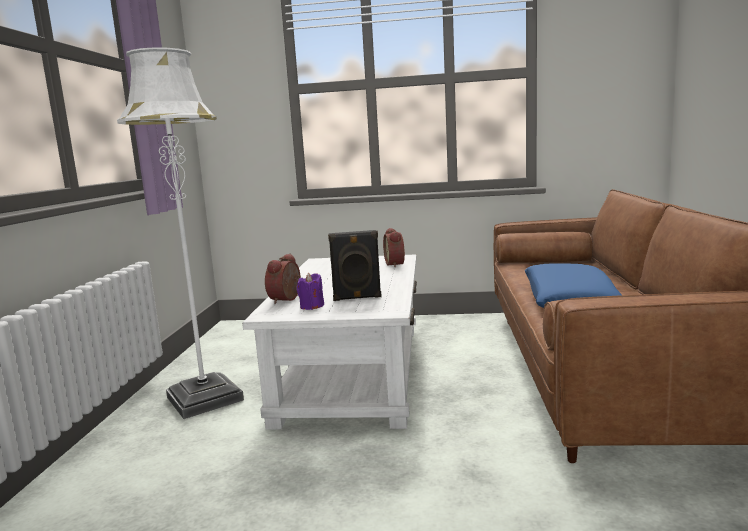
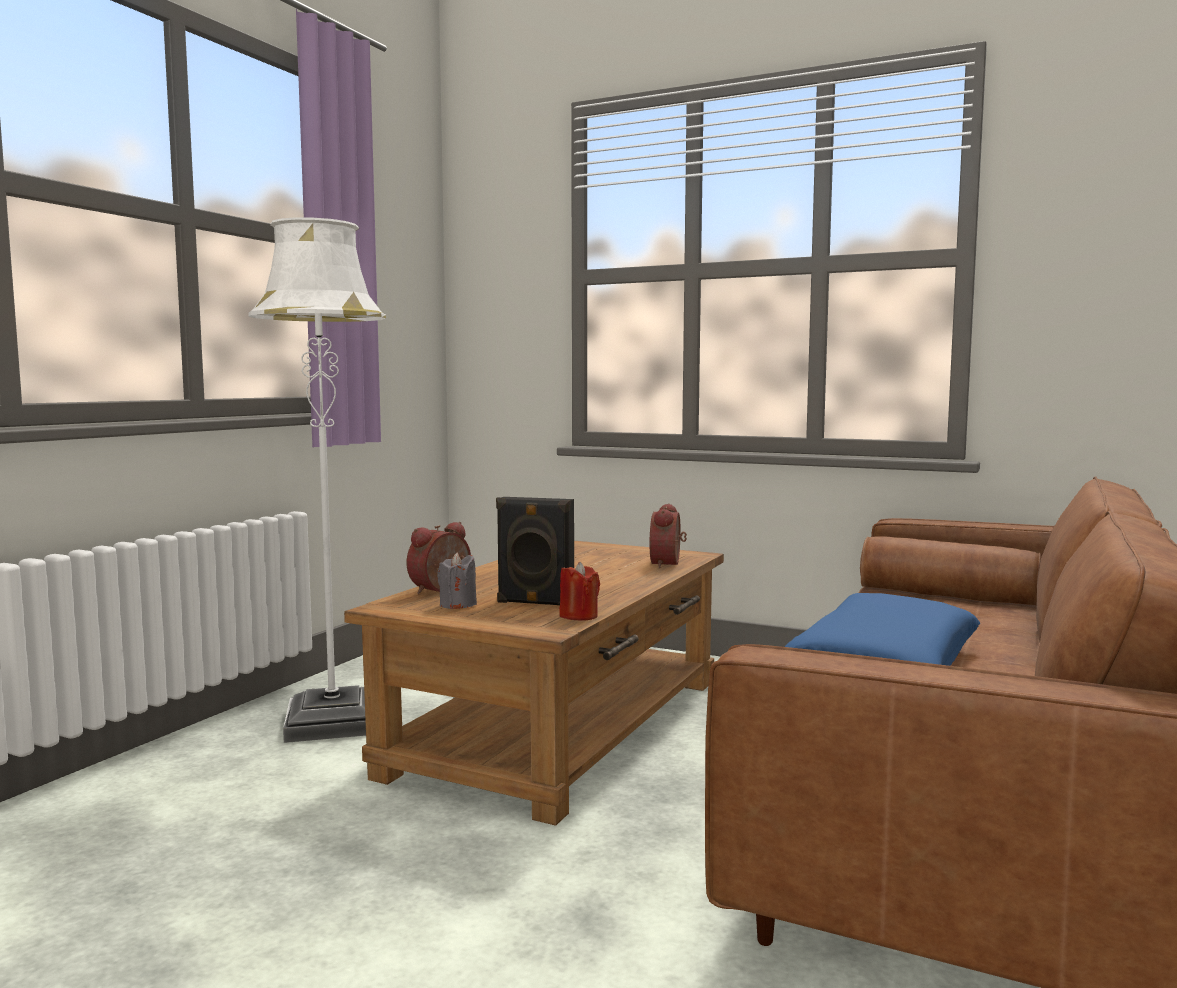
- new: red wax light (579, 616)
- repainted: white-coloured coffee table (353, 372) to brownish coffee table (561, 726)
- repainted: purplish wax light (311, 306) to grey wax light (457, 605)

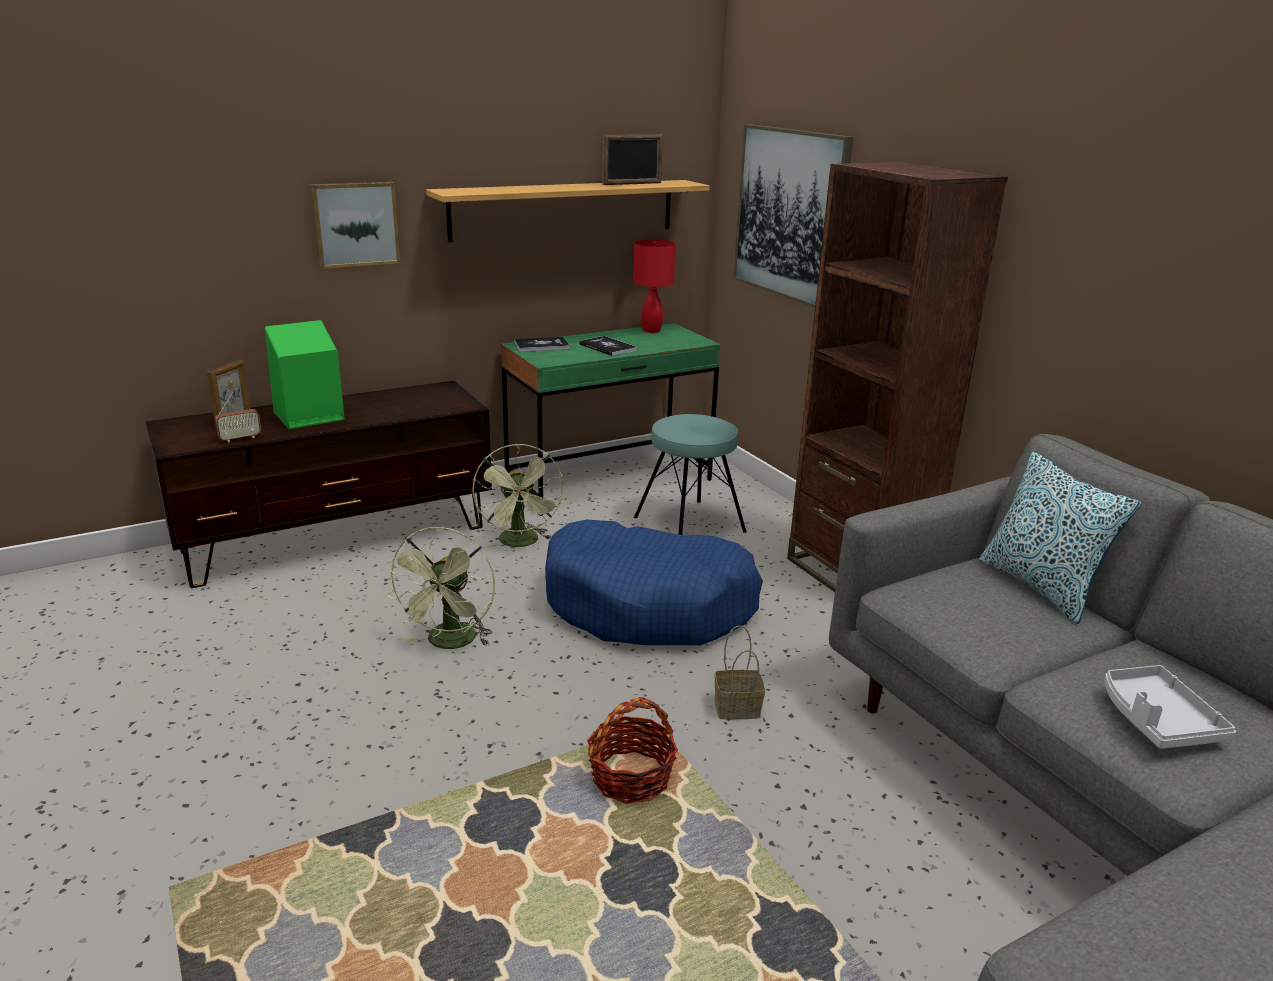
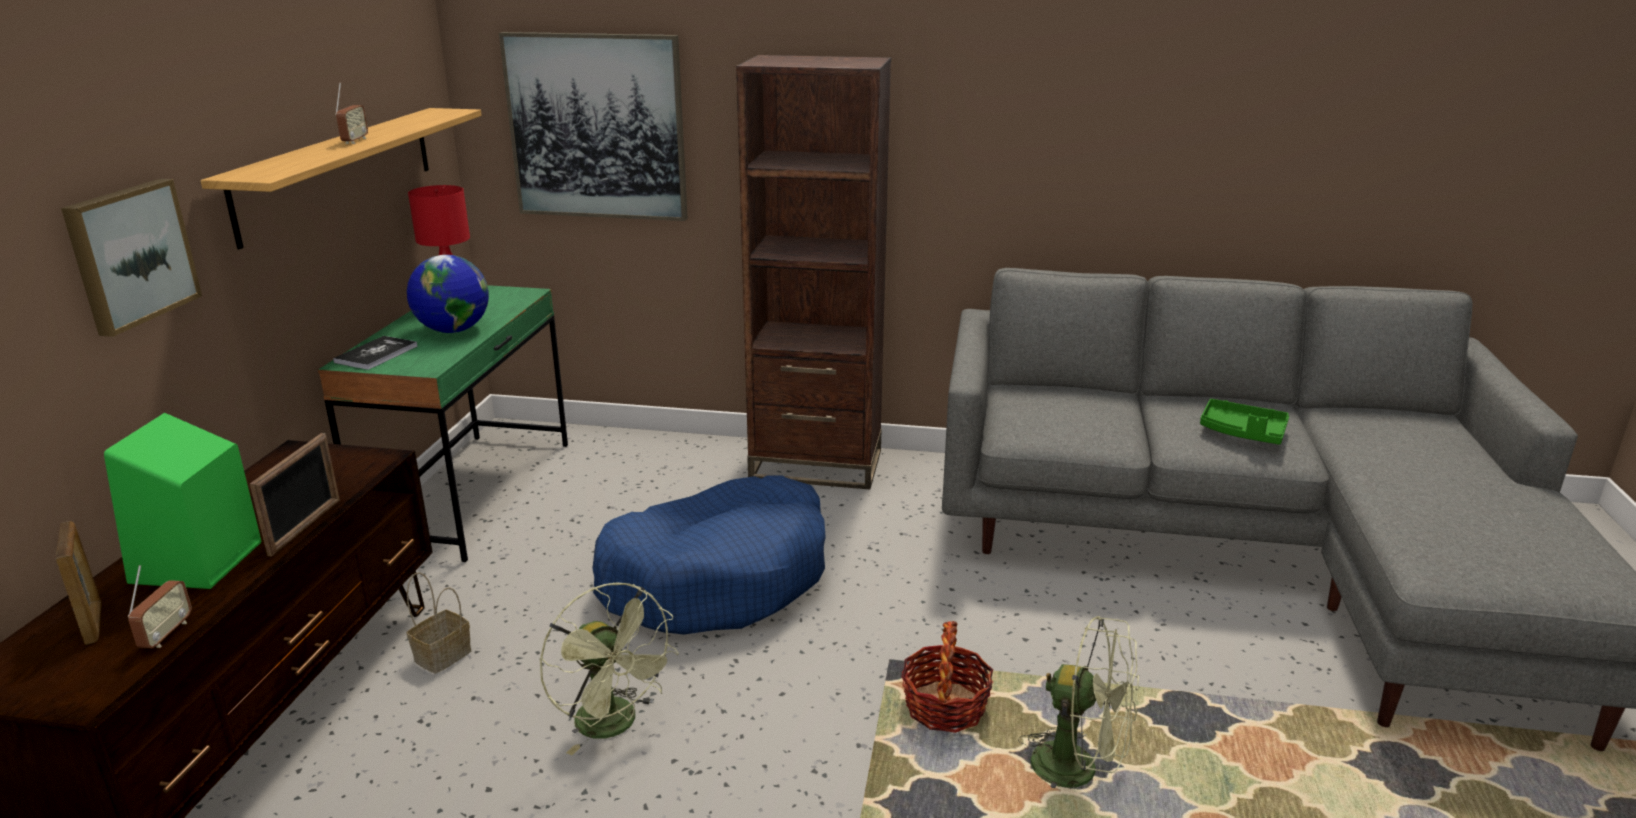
- gone: blue-green sitting stool (689, 524)
- gone: throw pillow (1040, 587)
- new: radio receiver (355, 141)
- shifted: greenish electric fan (521, 543) to (1079, 769)
- shifted: standing frame (632, 184) to (305, 527)
- shifted: household basket (735, 709) to (442, 657)
- swapped: book (607, 347) to globe (453, 330)
- repainted: grey carrying tray (1156, 720) to greenish carrying tray (1242, 432)

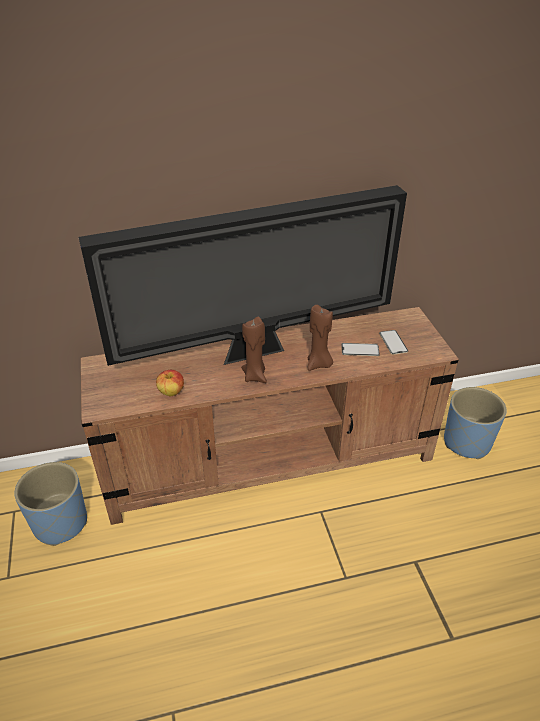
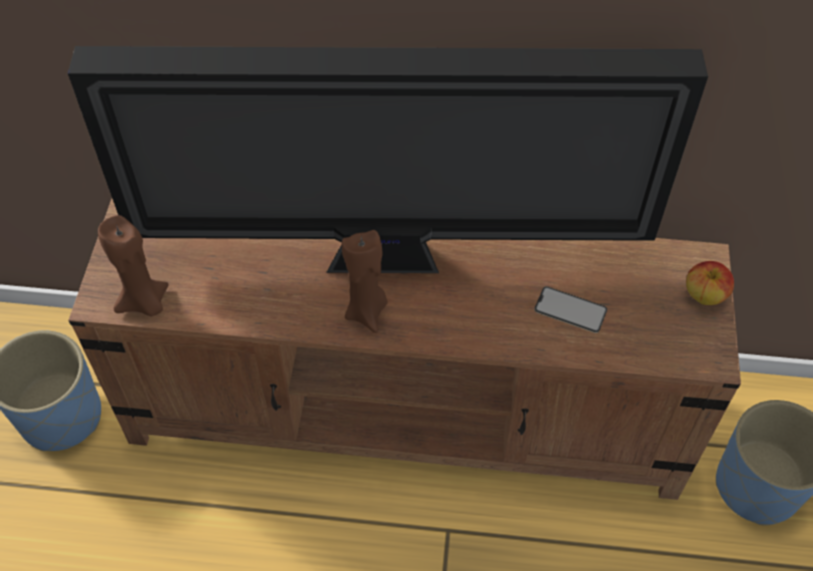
- gone: telephone (393, 342)
- shifted: apple (171, 392) to (704, 295)
- shifted: brownish wax light (319, 364) to (145, 303)

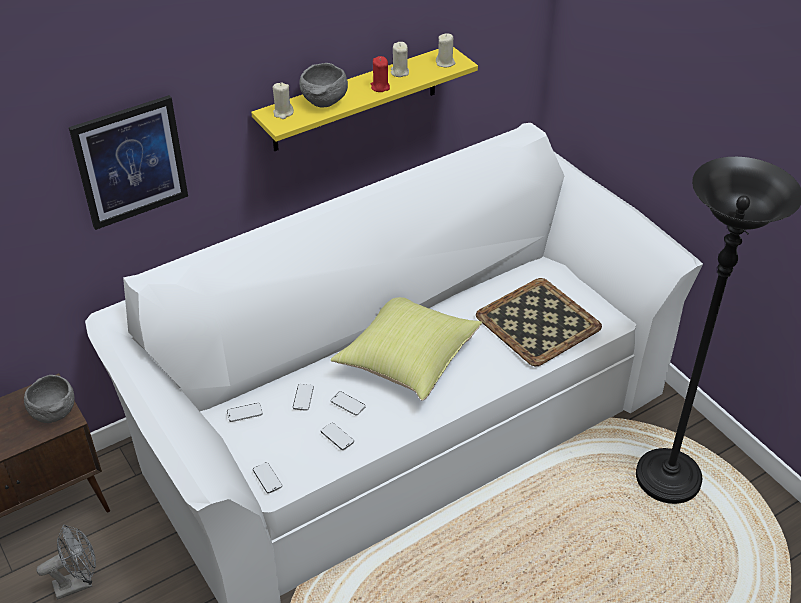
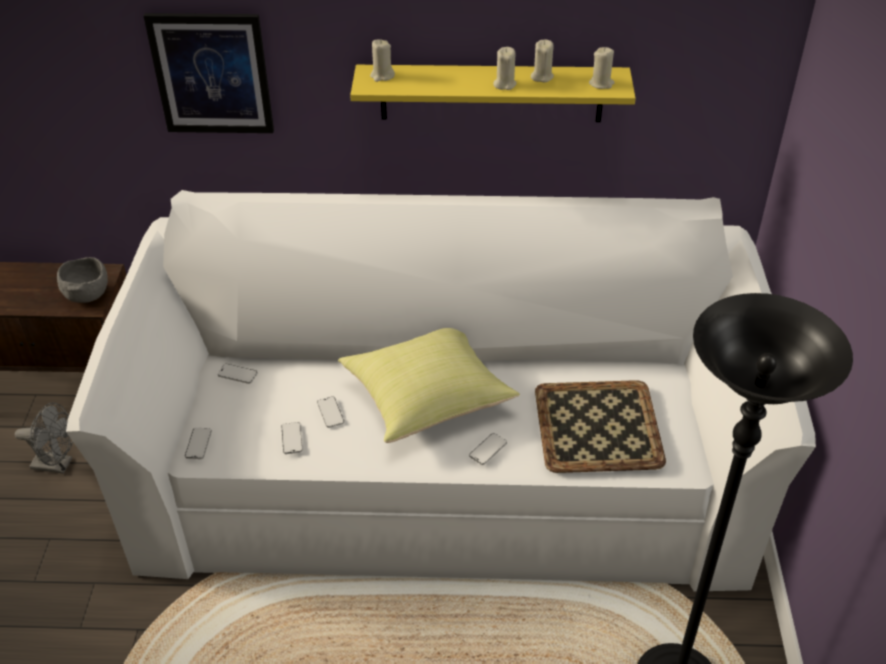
- gone: grey bowl (324, 103)
- shifted: telephone (303, 398) to (488, 450)
- repainted: red wax light (380, 87) to beige wax light (504, 84)

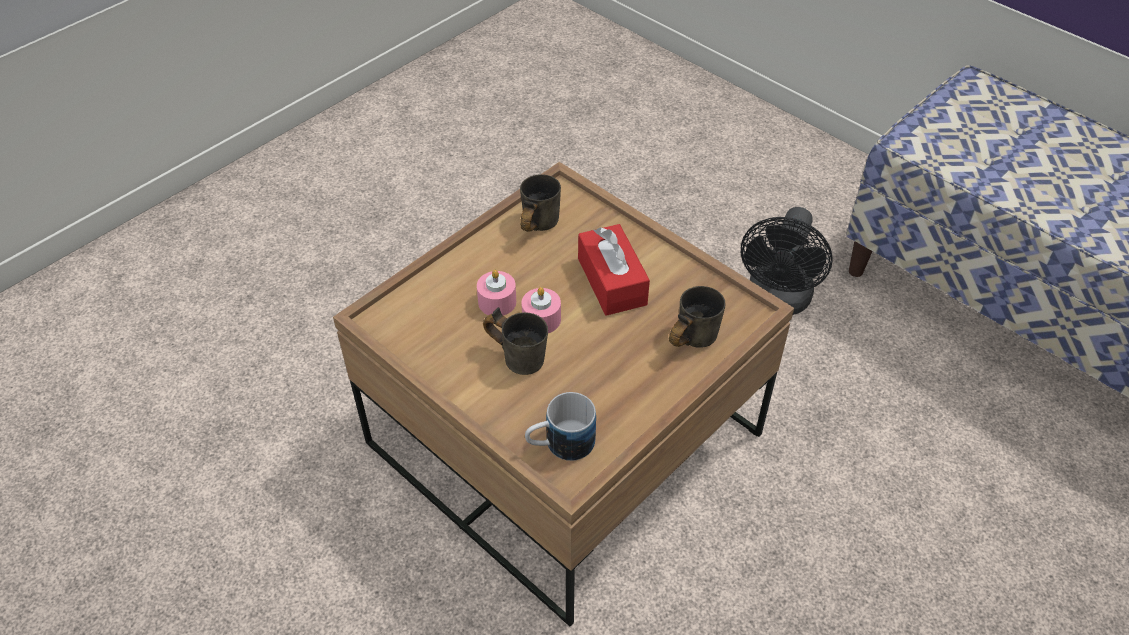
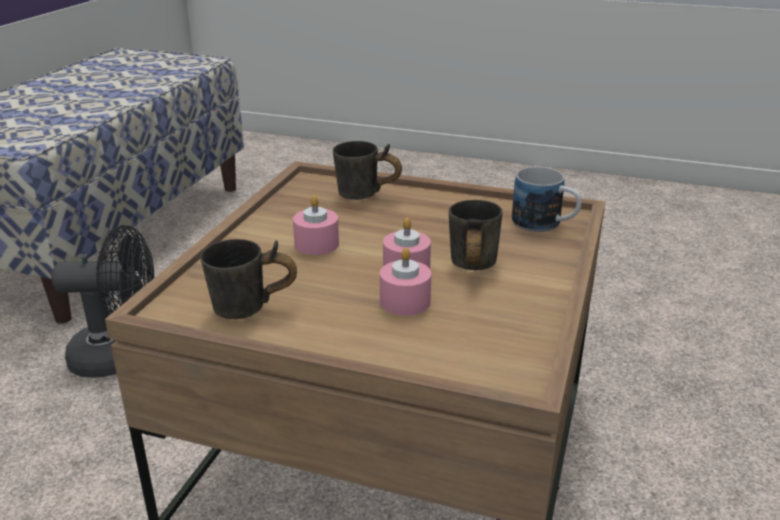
- swapped: red tissue box (612, 281) to pink-coloured wax light (316, 244)

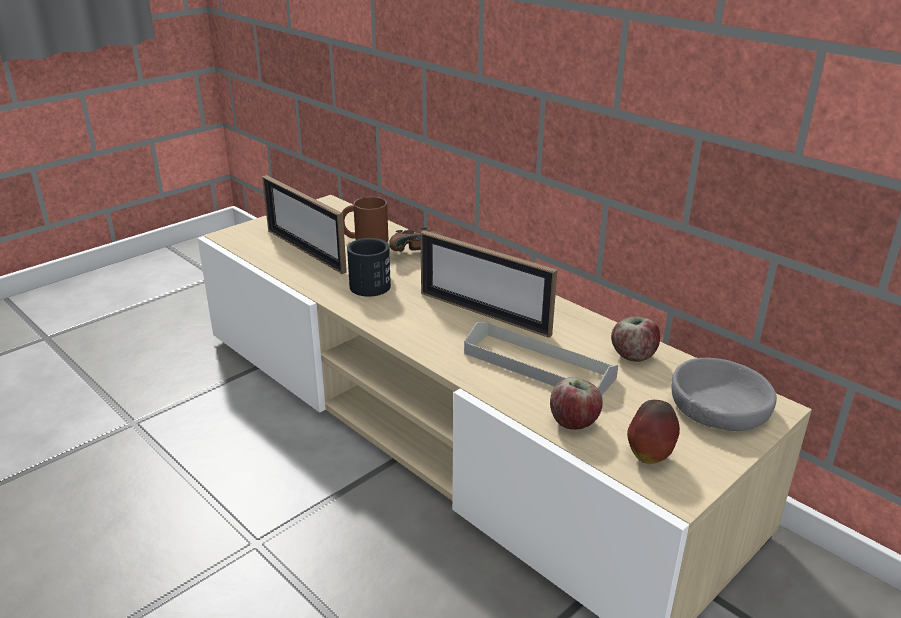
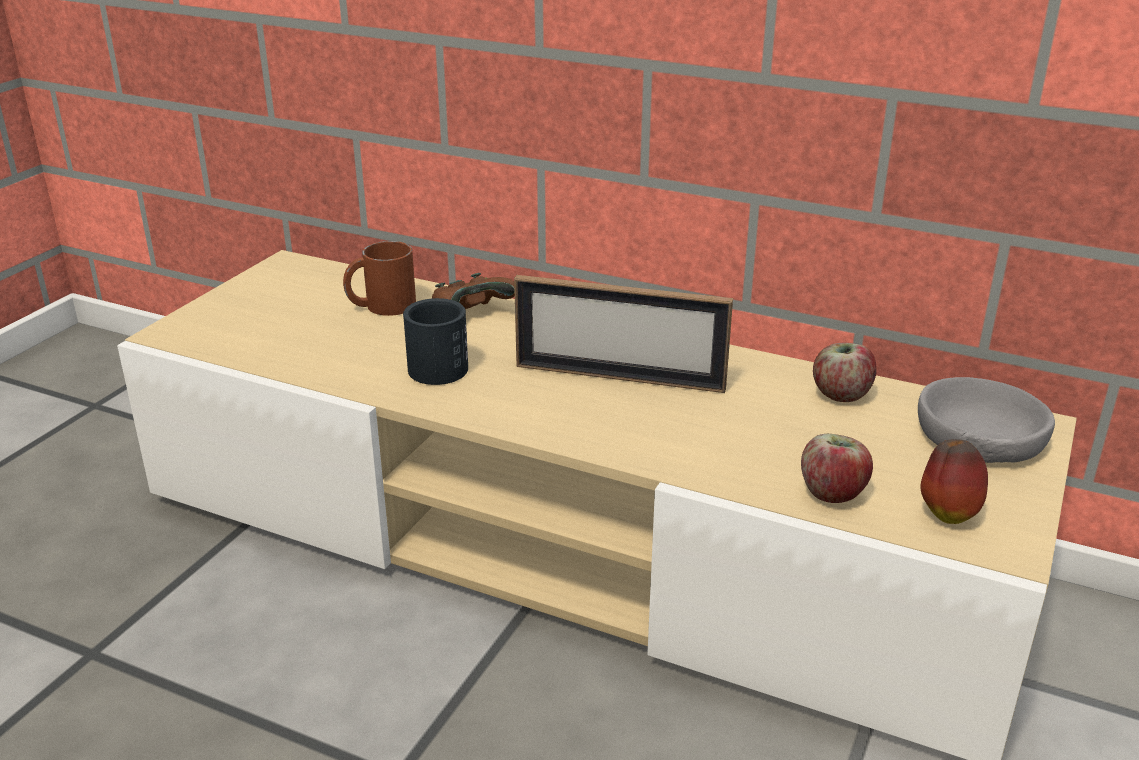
- gone: standing frame (305, 250)
- gone: grey carrying tray (538, 365)

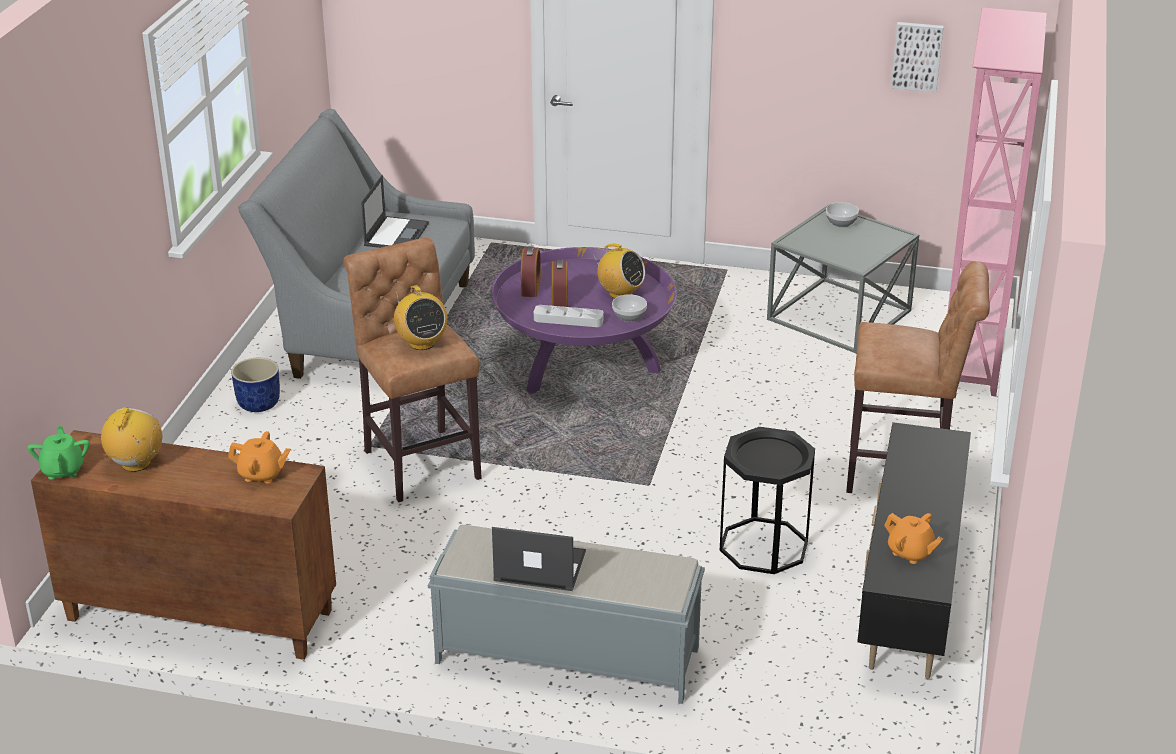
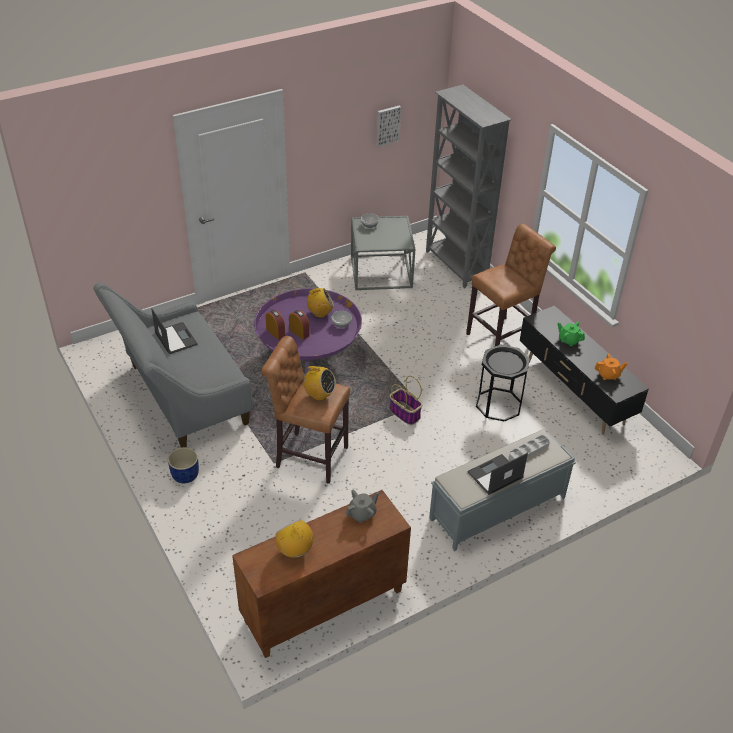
- new: household basket (405, 414)
- shifted: greenish teapot (63, 470) to (569, 340)
- shifted: grey carrying tray (568, 319) to (529, 451)
- repainted: orangey teapot (261, 474) to grey teapot (362, 514)
- repainted: pink-coloured shelving unit (969, 358) to grey shelving unit (456, 266)

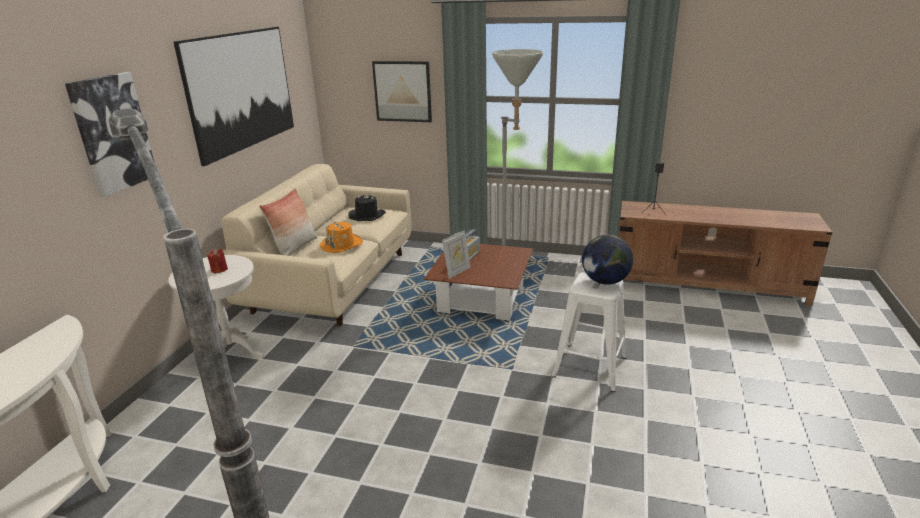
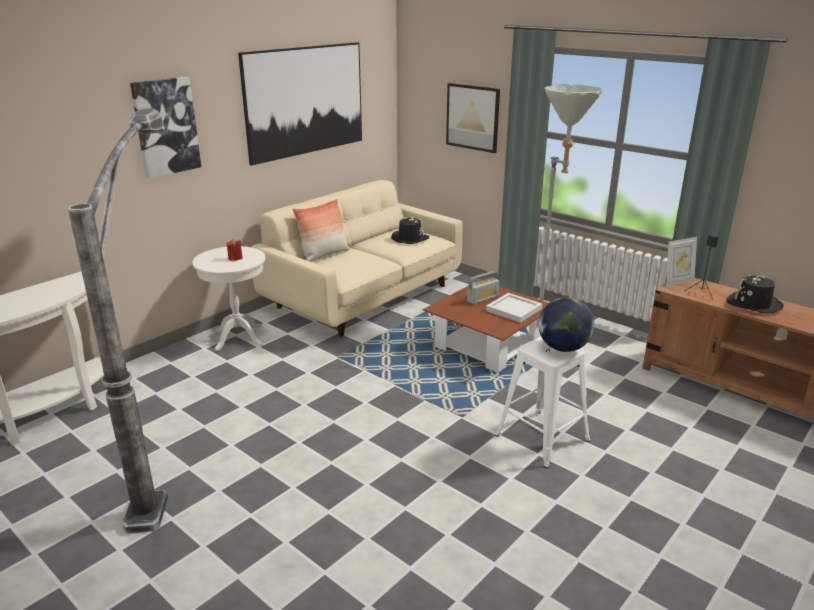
- gone: orangey hat (341, 245)
- new: white-coloured carrying tray (514, 309)
- new: black hat (753, 304)
- shifted: standing frame (457, 272) to (677, 281)

